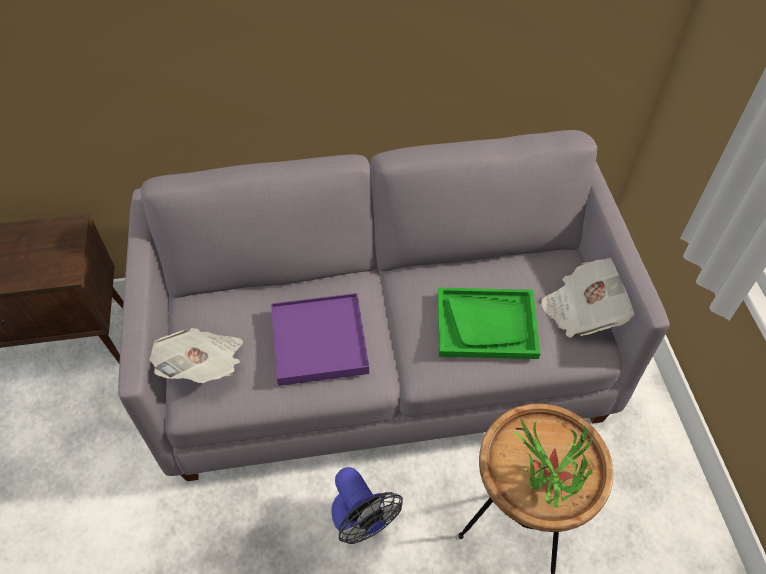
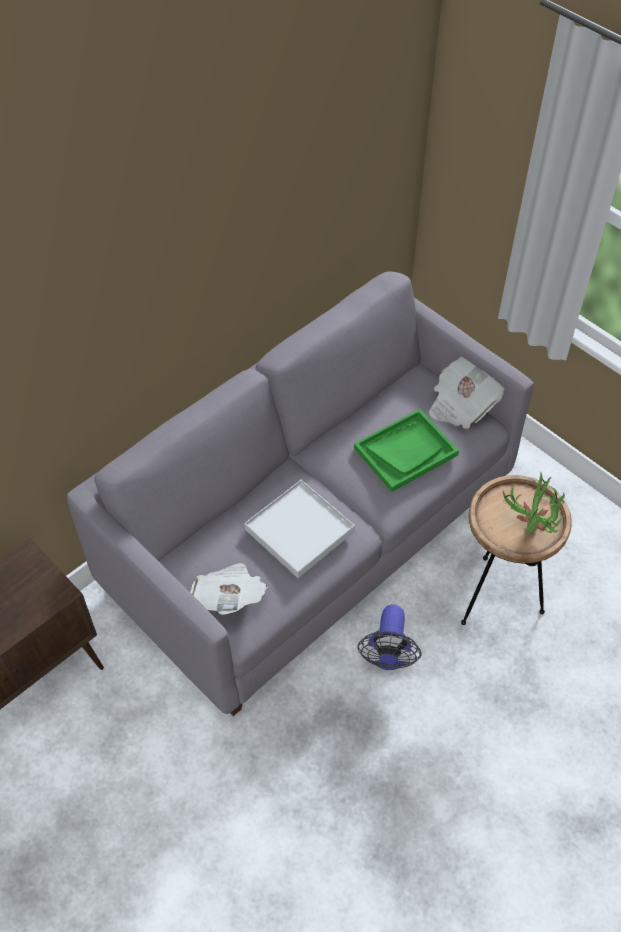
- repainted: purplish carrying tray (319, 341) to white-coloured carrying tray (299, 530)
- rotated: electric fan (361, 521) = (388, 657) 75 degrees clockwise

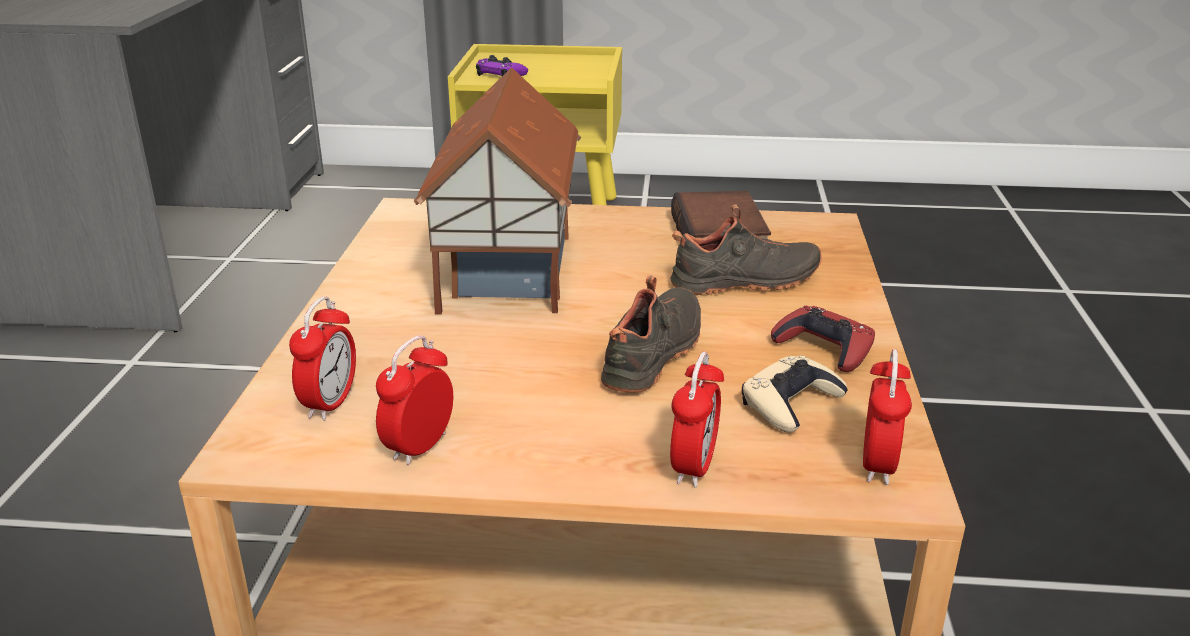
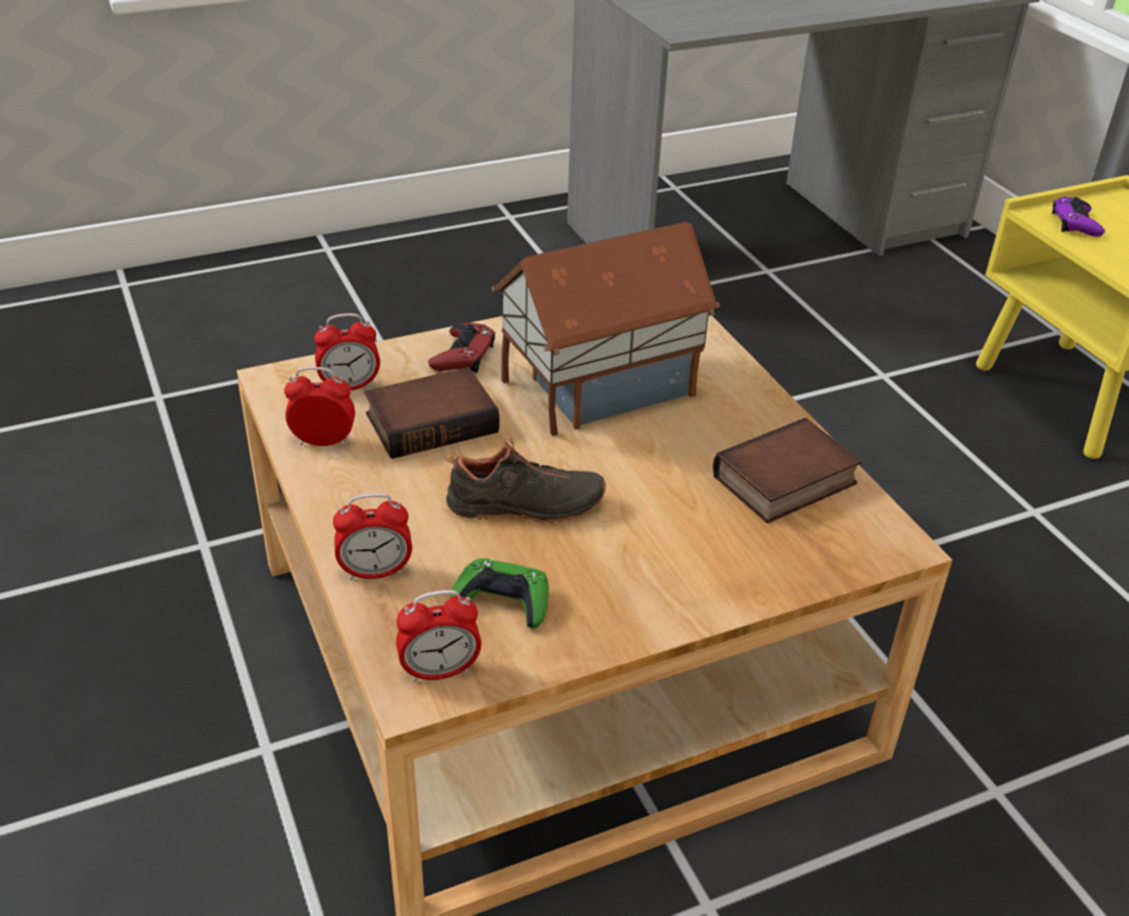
- gone: black item of footwear (746, 283)
- new: book (432, 421)
- shifted: red game controller (824, 348) to (463, 355)
- repainted: beige game controller (791, 403) to greenish game controller (502, 601)

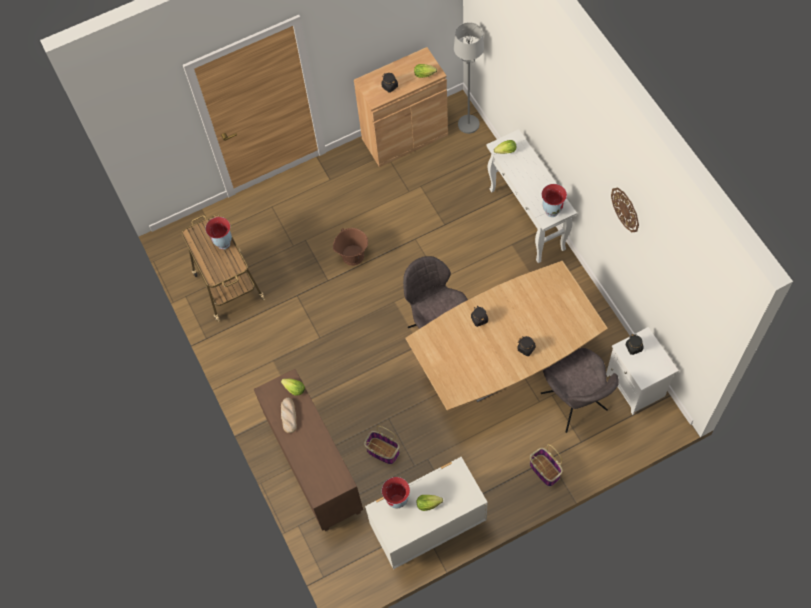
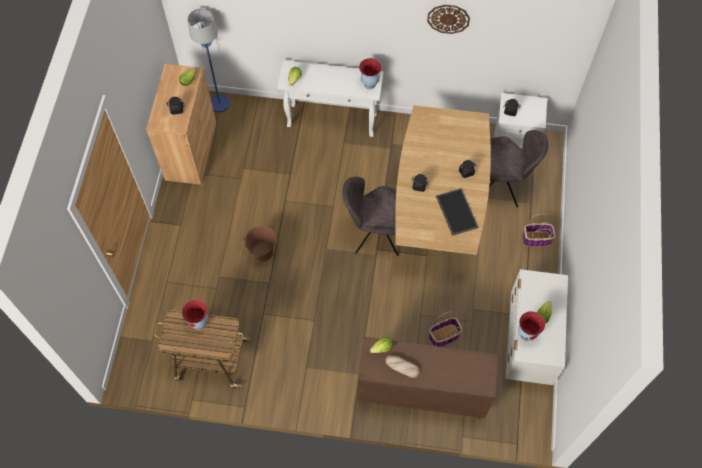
- new: carrying tray (455, 211)
- repainted: grey standing lamp (468, 124) to blue standing lamp (219, 103)

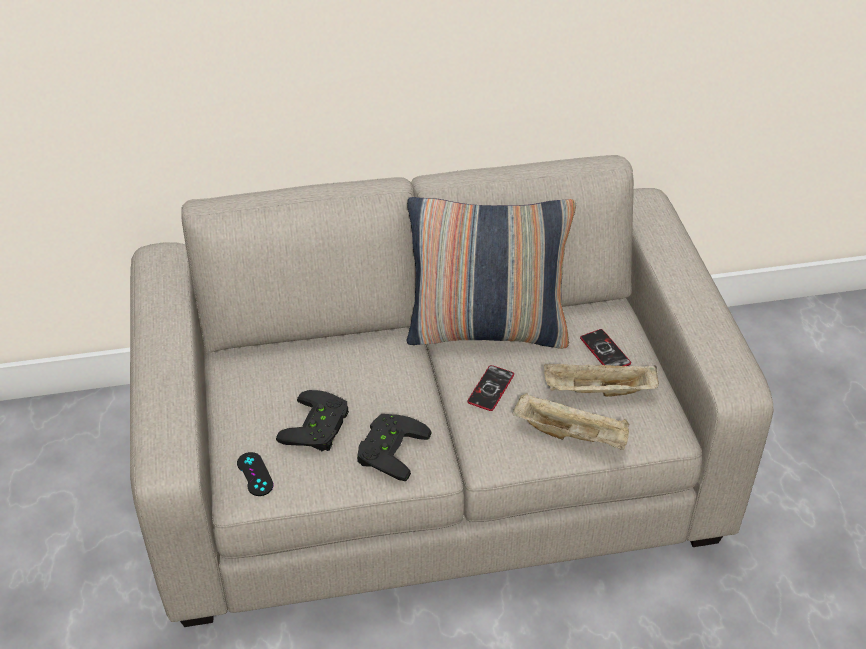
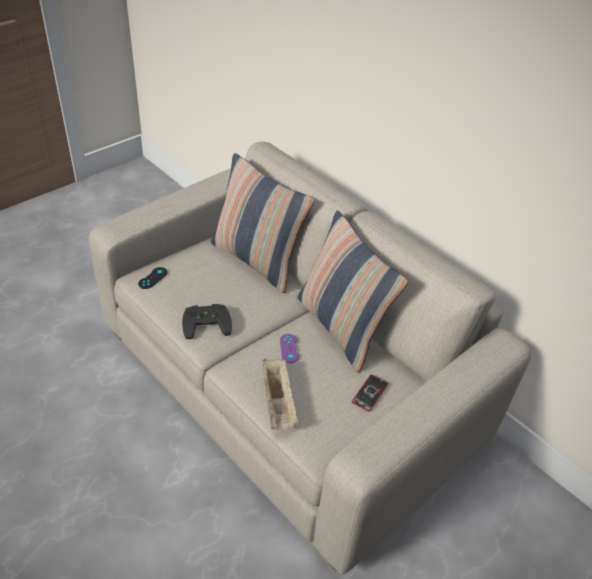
- gone: black game controller (319, 427)
- gone: beige carrying tray (597, 392)
- new: throw pillow (257, 260)
- swapped: telephone (491, 389) to purplish game controller (289, 348)

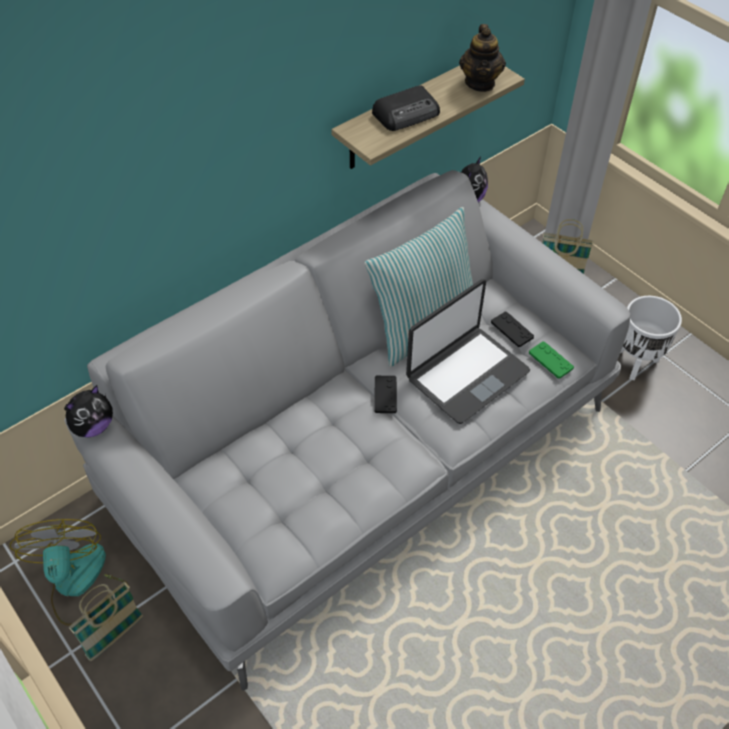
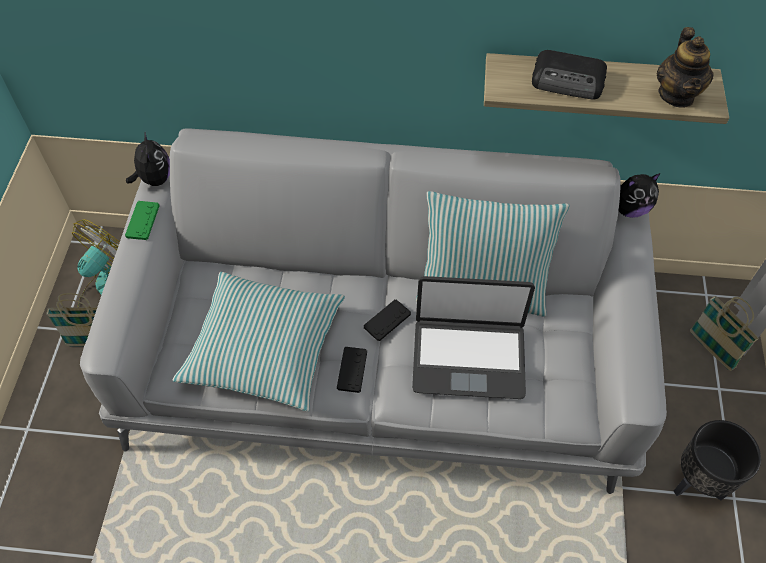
- new: throw pillow (263, 348)
- shifted: black game controller (512, 330) to (352, 370)
- shifted: greenish game controller (550, 360) to (142, 221)
- repainted: white-coloured planter (635, 363) to black planter (696, 483)
- rotated: plush toy (93, 426) = (154, 179) 105 degrees counterclockwise
- rotated: teapot (480, 83) = (676, 95) 45 degrees counterclockwise

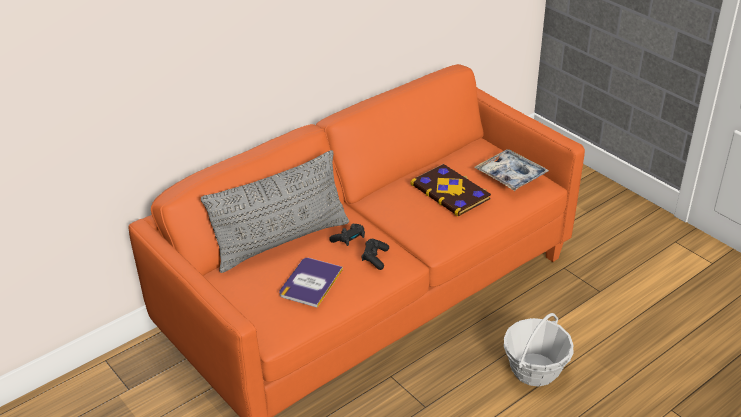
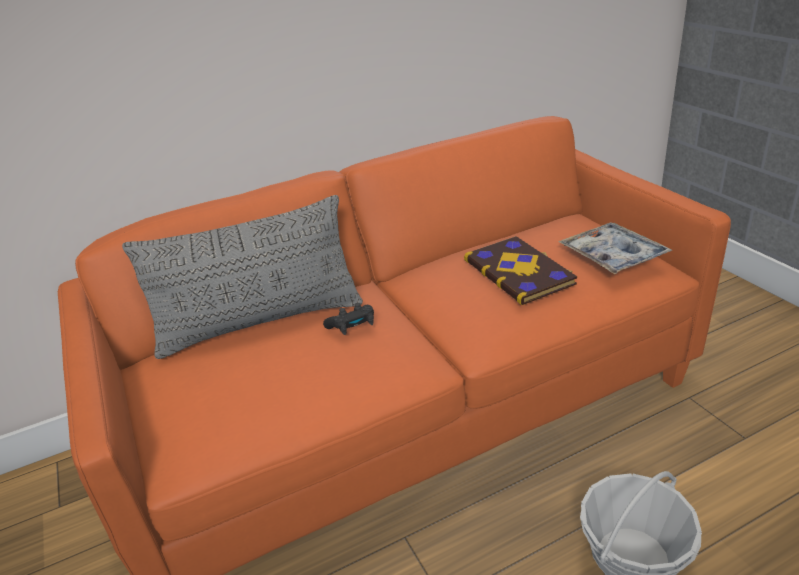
- gone: book (310, 282)
- gone: black game controller (375, 258)

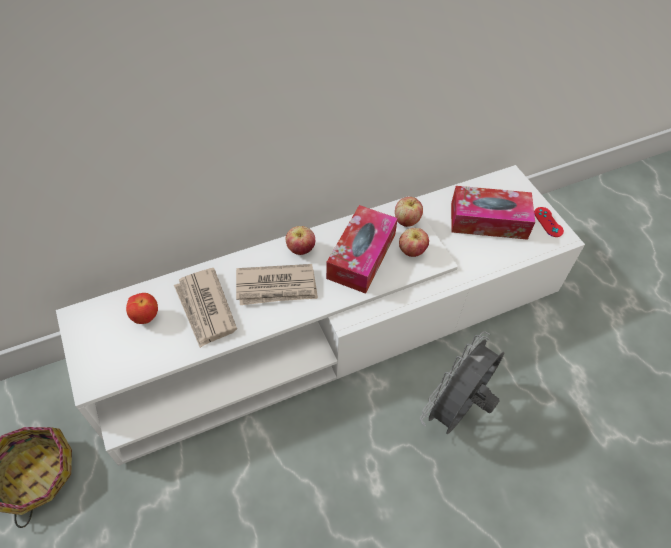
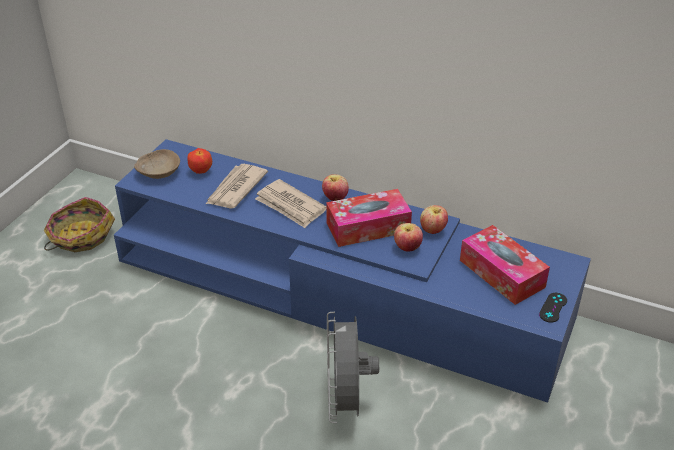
- new: beige bowl (158, 172)
- repainted: white-coloured tv unit (333, 325) to blue tv unit (337, 291)
- repainted: red game controller (548, 222) to black game controller (553, 307)
- rotated: grey electric fan (456, 410) = (346, 402) 90 degrees counterclockwise

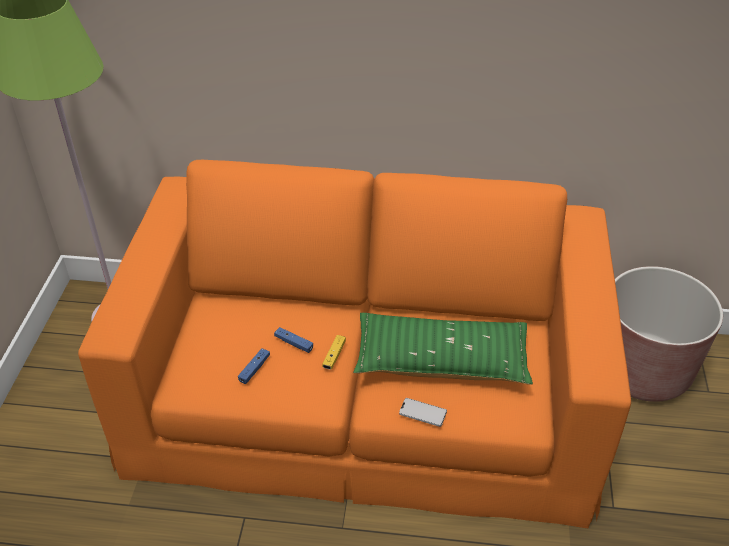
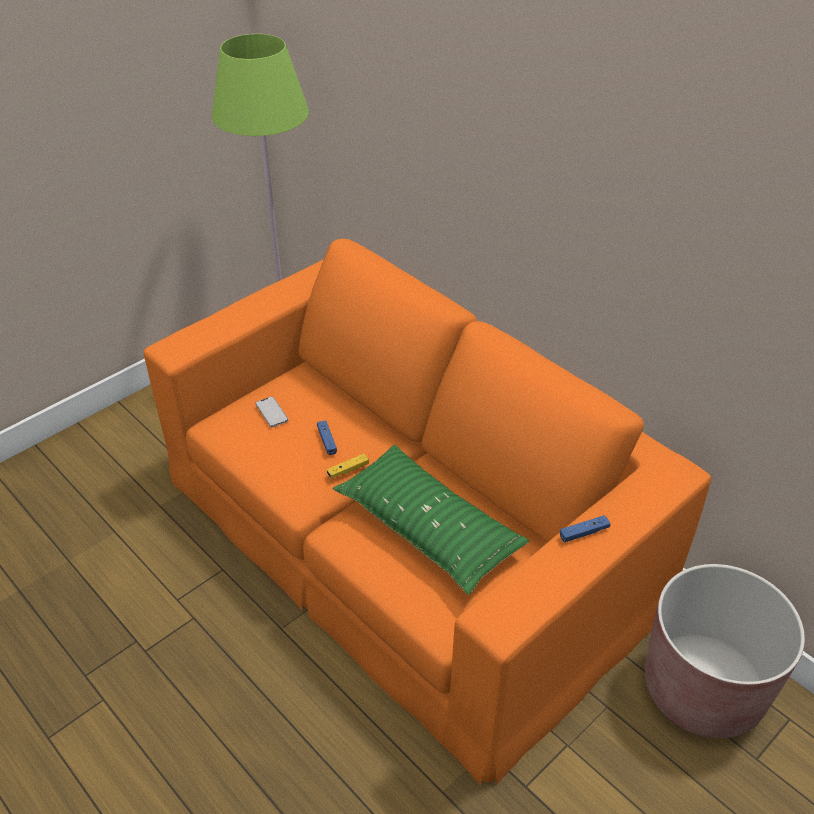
- shifted: blue game controller (254, 369) to (584, 533)
- shifted: telephone (422, 413) to (272, 412)

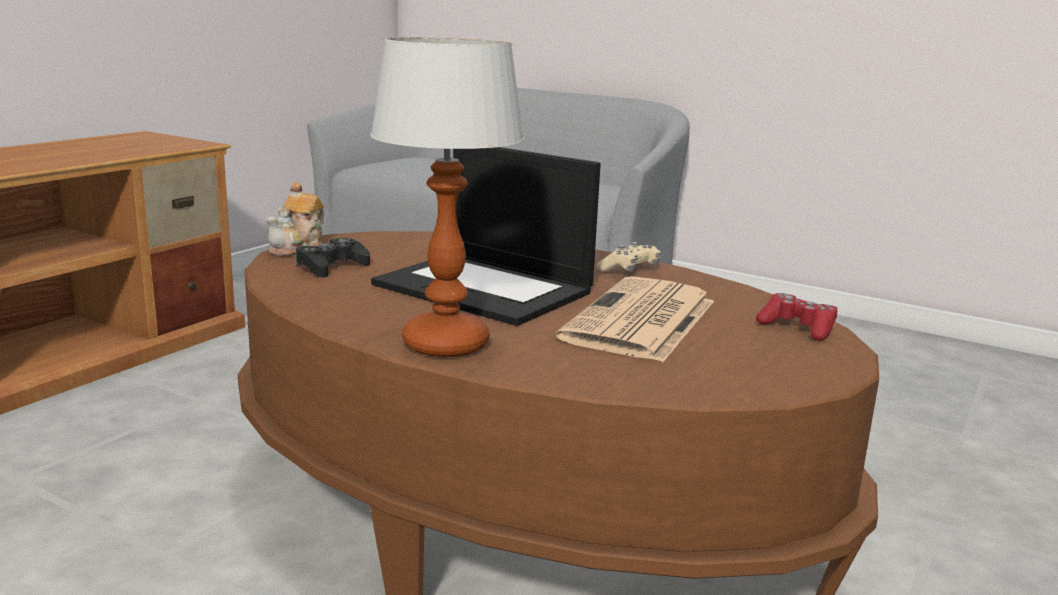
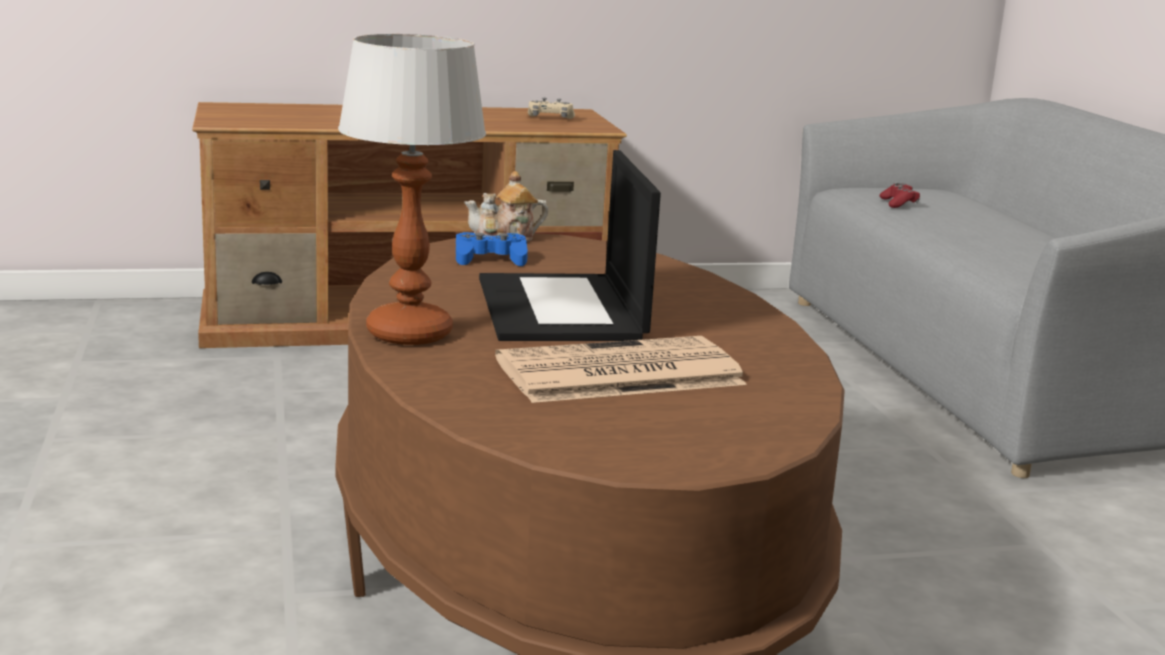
- shifted: beige game controller (629, 270) to (550, 119)
- shifted: red game controller (797, 328) to (898, 203)
- repainted: black game controller (331, 266) to blue game controller (490, 259)

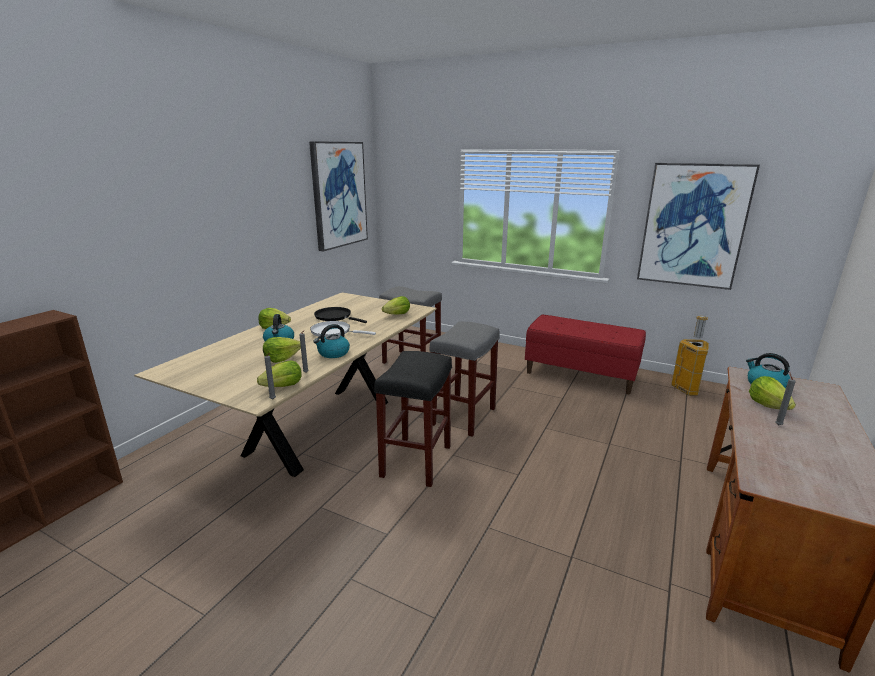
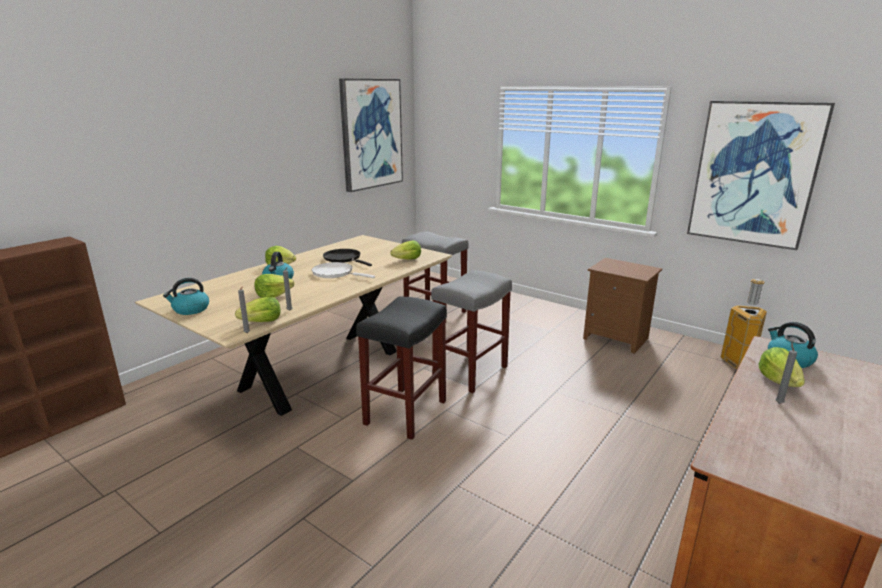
- shifted: kettle (333, 353) to (190, 309)
- swapped: red bench (581, 374) to brownish bedside table (617, 338)

